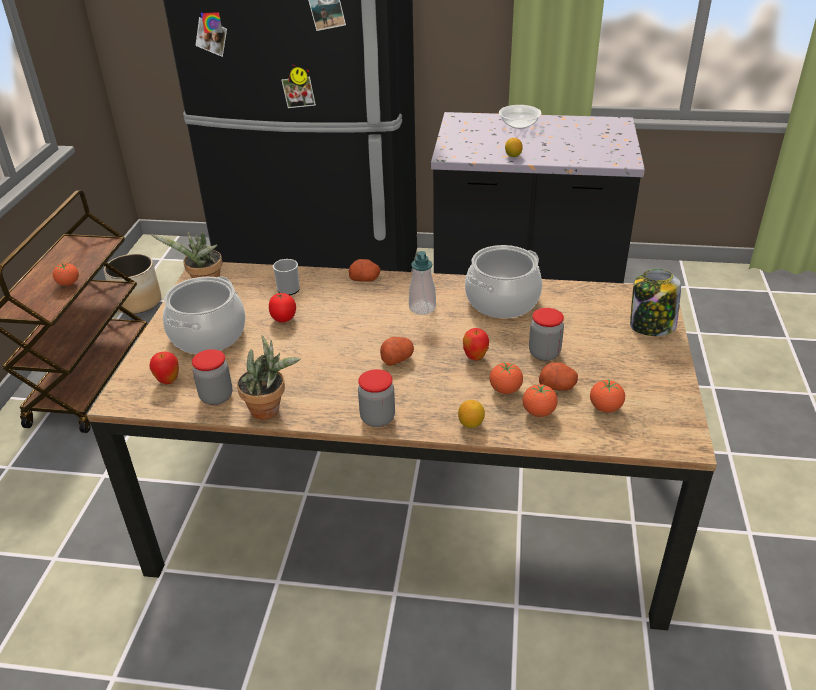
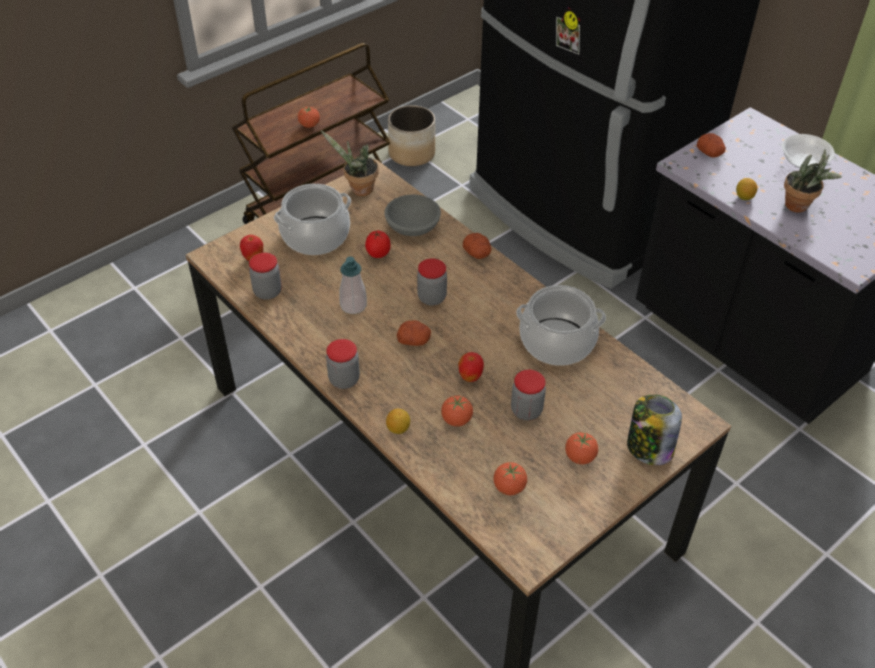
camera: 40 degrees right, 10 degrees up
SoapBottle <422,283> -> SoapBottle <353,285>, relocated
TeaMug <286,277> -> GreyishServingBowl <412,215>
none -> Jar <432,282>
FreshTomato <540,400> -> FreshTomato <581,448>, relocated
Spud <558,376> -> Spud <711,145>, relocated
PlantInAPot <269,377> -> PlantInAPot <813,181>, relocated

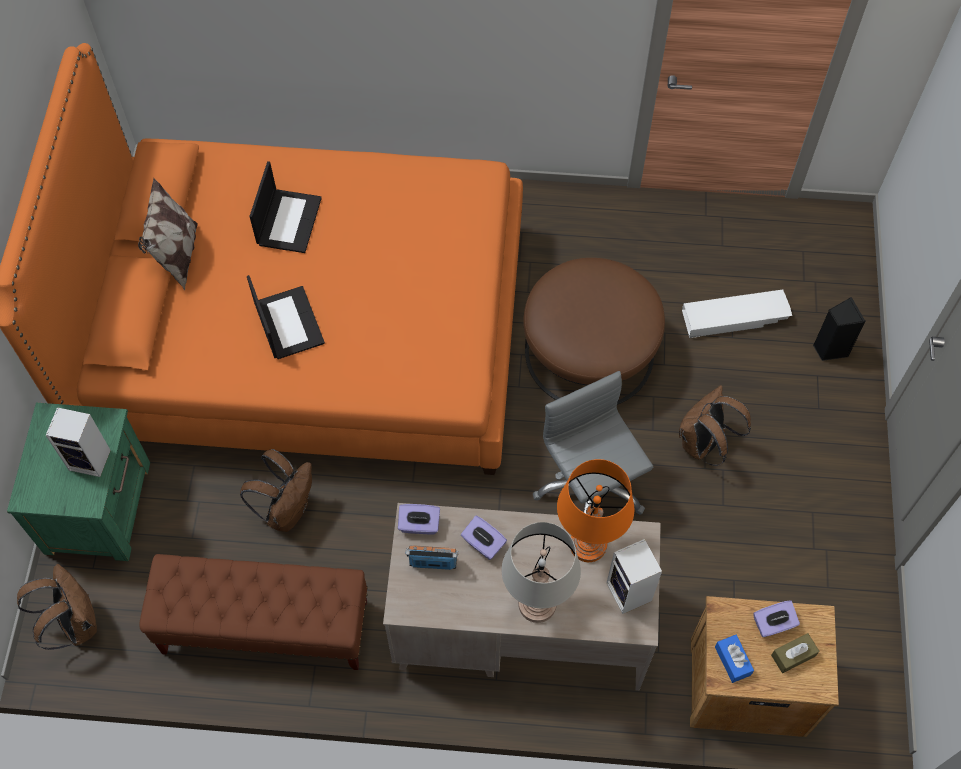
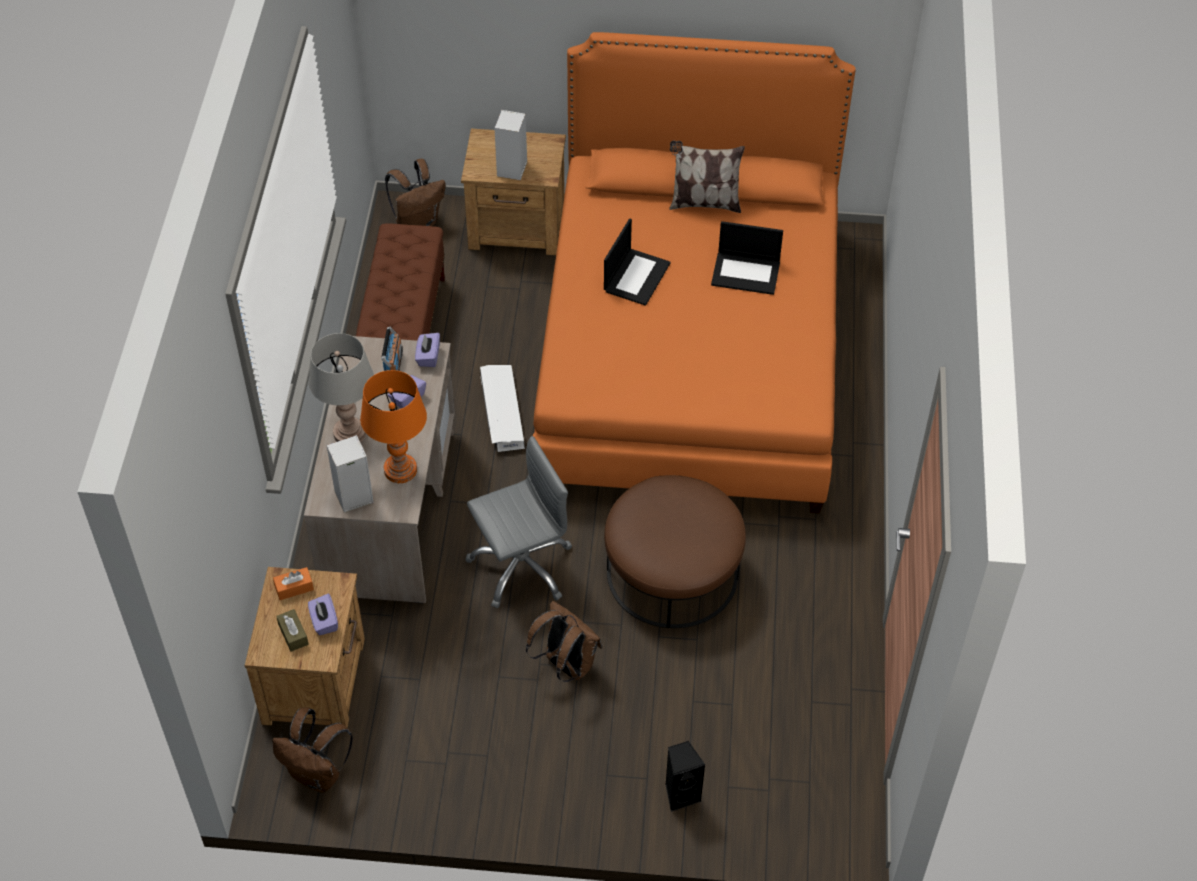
camera: 90 degrees right, 10 degrees down
BrownRucksack <276,490> -> BrownRucksack <312,750>, relocated
BlueColouredBoxOfTissues <734,659> -> OrangeColouredBoxOfTissues <293,583>
GreenBedsideTable <78,481> -> BrownBedsideTable <513,192>
WhiteColouredStorageBin <737,313> -> WhiteColouredStorageBin <502,408>, relocated
NotebookComputer <286,317> -> NotebookComputer <637,262>, 45 degrees counterclockwise

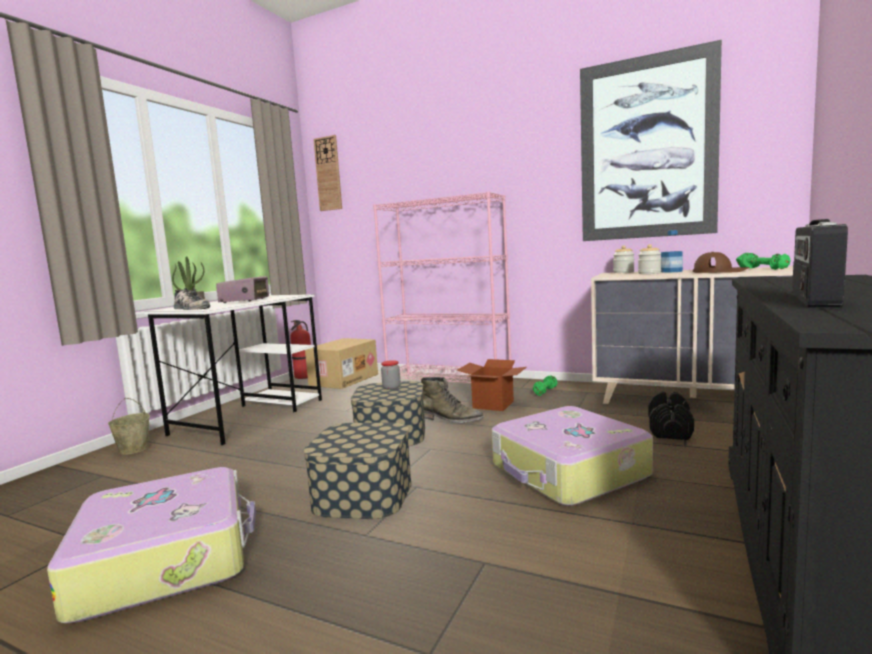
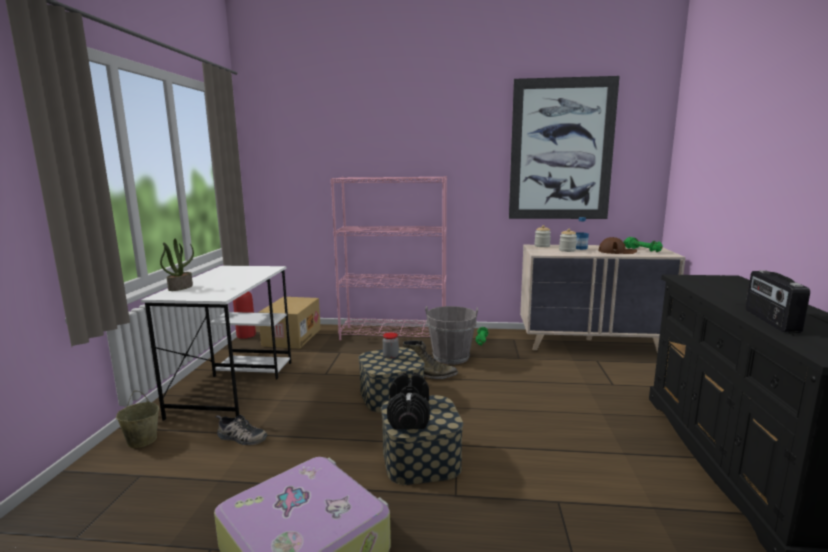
camera: 20 degrees left, 5 degrees up
Shoe <192,299> -> Shoe <241,430>, relocated
BlackishDumbbell <671,415> -> BlackishDumbbell <408,401>, relocated
Carton <492,385> -> GreyishWaterBucket <451,335>
RadioReceiver <242,289> -> none
WallClock <327,173> -> none
PieceOfLuggage <572,456> -> none

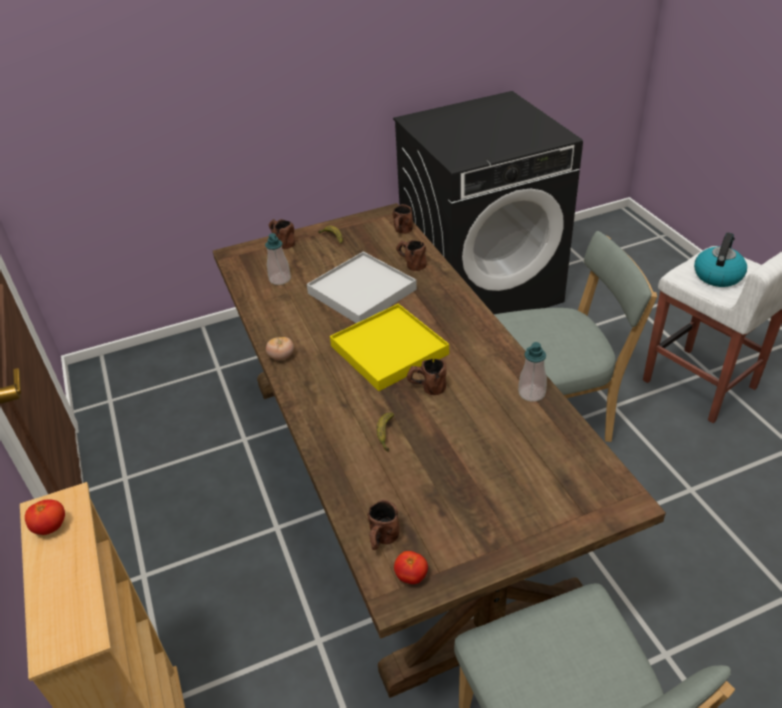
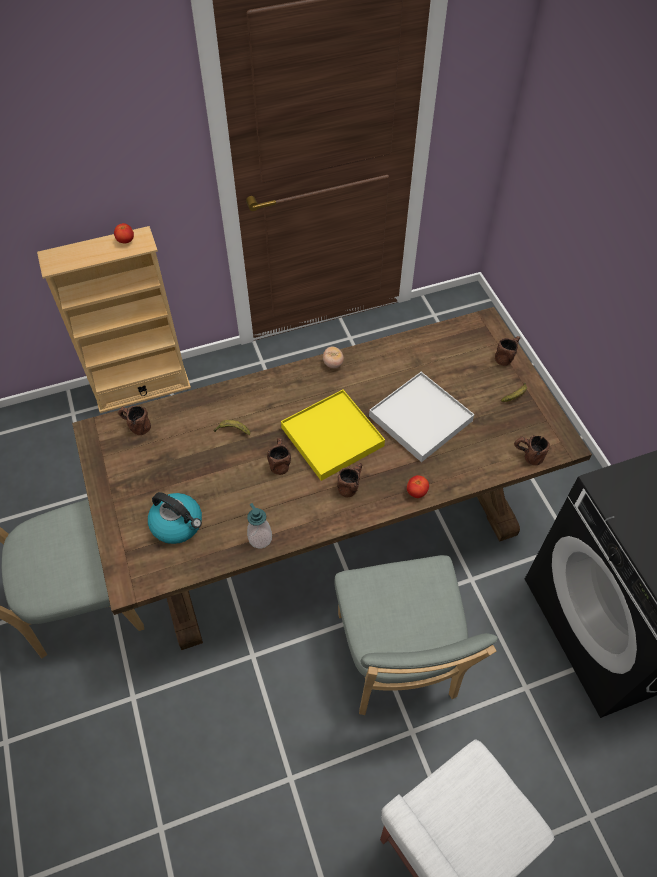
camera: 90 degrees right, 15 degrees up
TeaKettle <720,260> -> TeaKettle <175,518>, relocated
BrownTeaMug <411,255> -> BrownTeaMug <349,480>, relocated
FreshTomato <411,567> -> FreshTomato <418,486>, relocated
SoapBottle <278,259> -> none

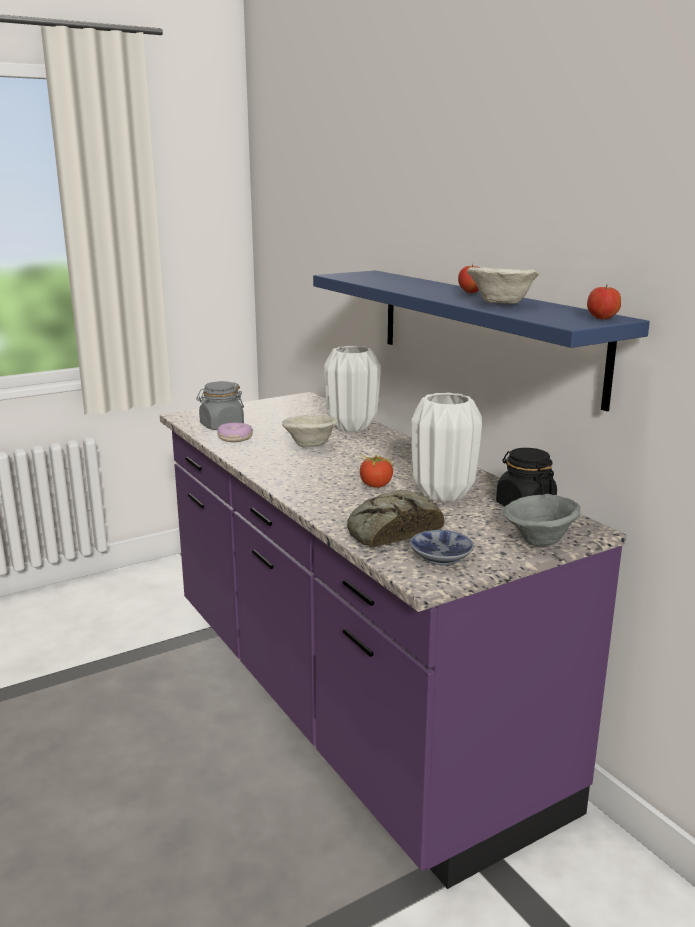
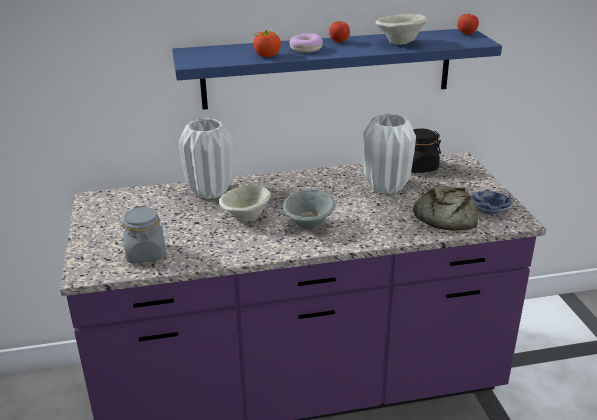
camera: 70 degrees left, 10 degrees up
FreshTomato <376,470> -> FreshTomato <267,43>, relocated
GreyishServingBowl <541,520> -> GreyishServingBowl <309,209>, relocated
Donut <235,432> -> Donut <306,43>, relocated

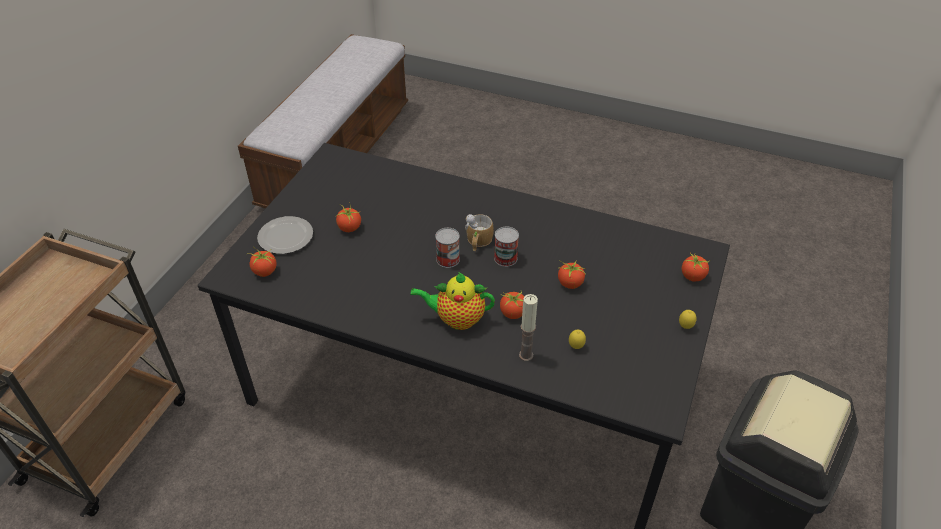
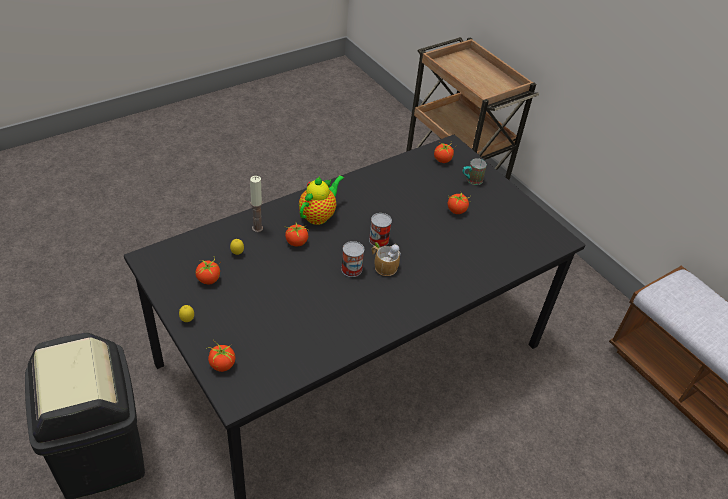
camera: 120 degrees right, 0 degrees up
FreshTomato <572,274> -> FreshTomato <207,270>, relocated
DinnerPlate <285,235> -> TeaMug <475,171>

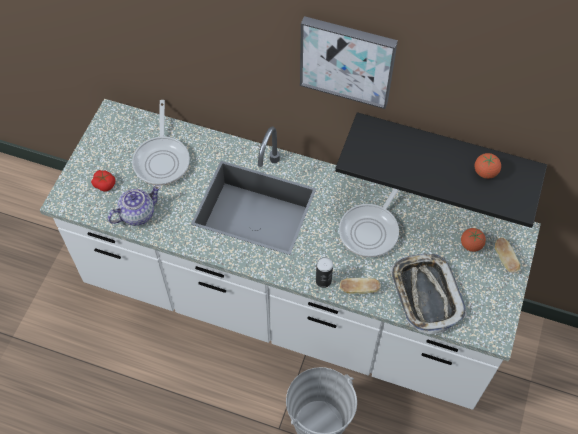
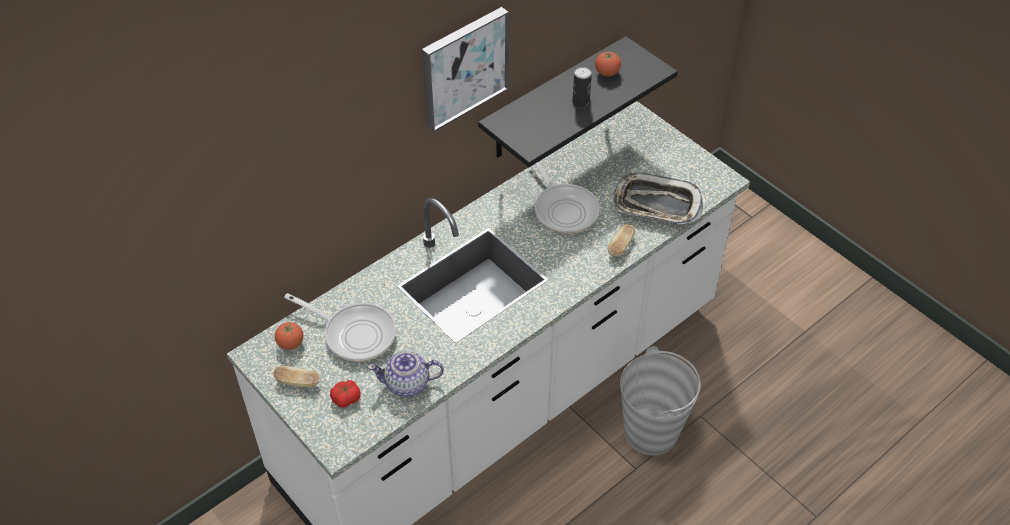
camera: 60 degrees left, 10 degrees down
BakeryBread <507,255> -> BakeryBread <296,376>, relocated
FreshTomato <473,240> -> FreshTomato <289,336>, relocated
PotForTea <134,205> -> PotForTea <406,374>, 90 degrees counterclockwise
SealedCan <324,272> -> SealedCan <582,87>, relocated

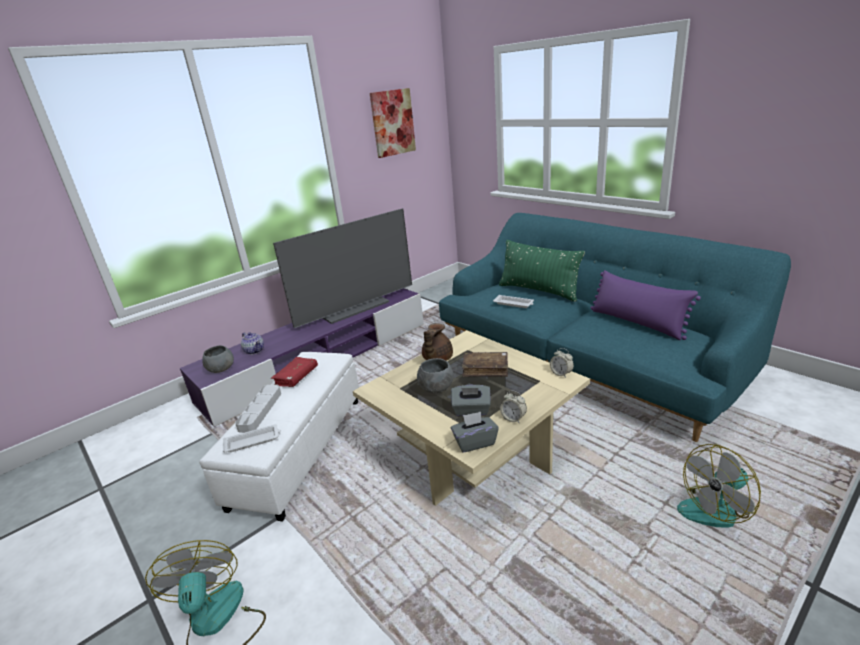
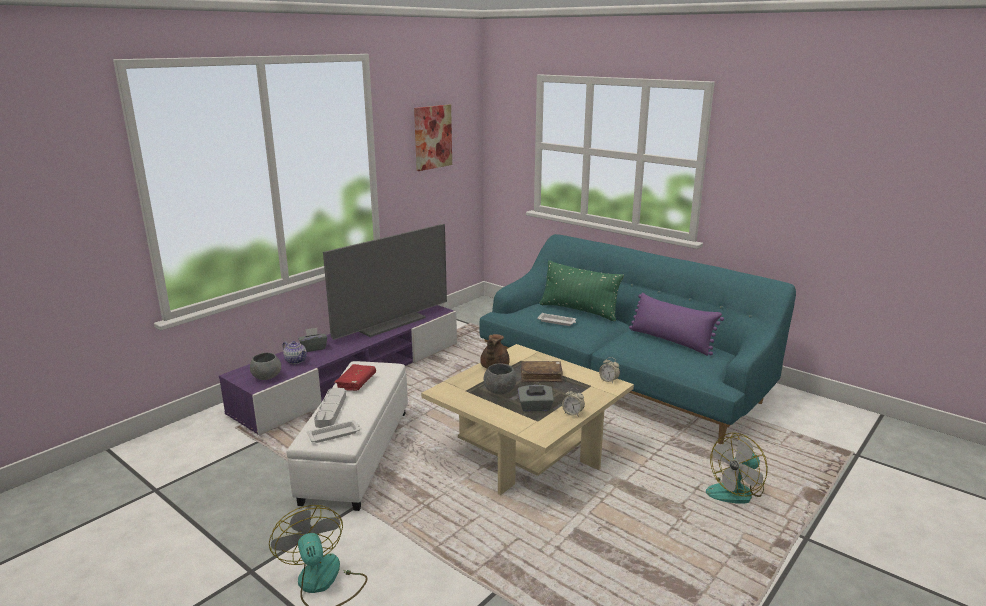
camera: 10 degrees left, 5 degrees down
GreyishBoxOfTissues <475,432> -> GreyishBoxOfTissues <312,340>, relocated

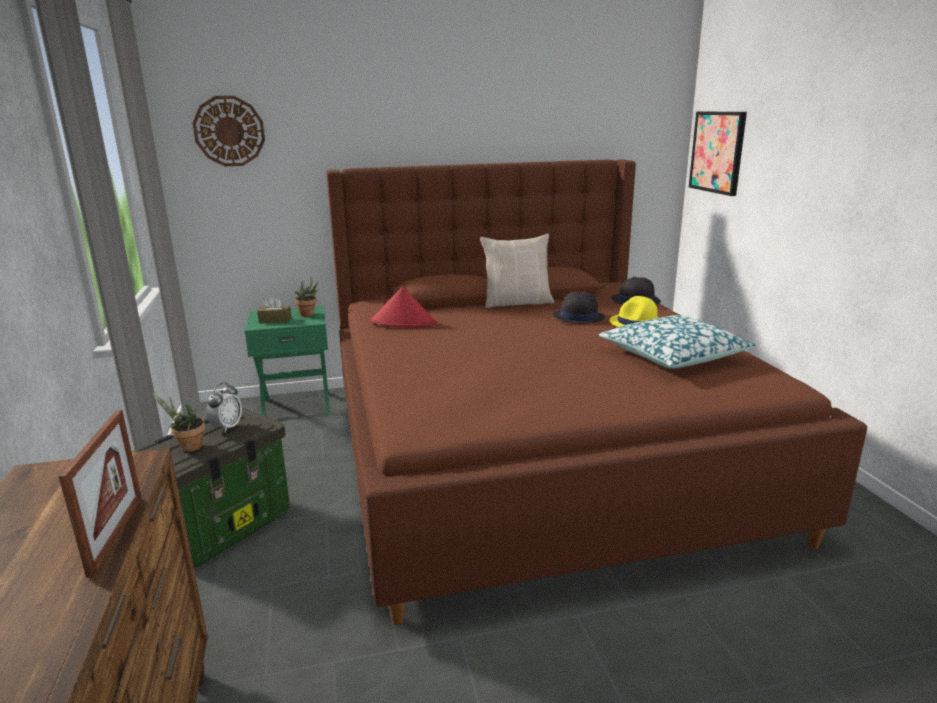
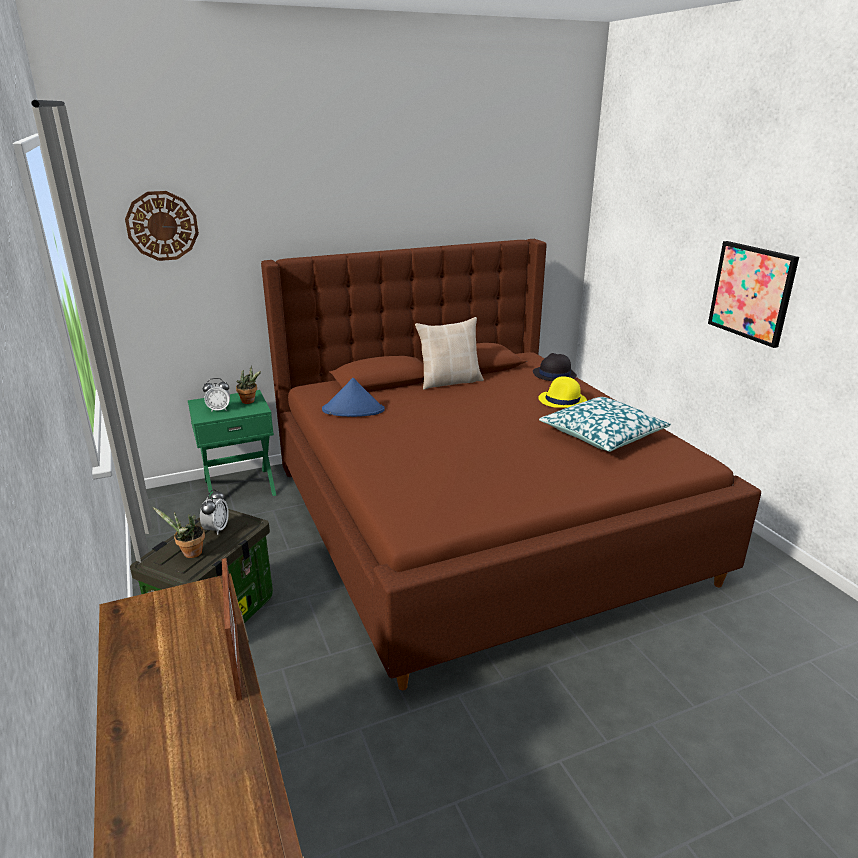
camera: 10 degrees left, 5 degrees up
BrownBoxOfTissues <274,310> -> AlarmClock <216,395>
RedWearableHat <403,306> -> BlueColouredWearableHat <353,397>
WallPicture <718,154> -> WallPicture <753,294>, relocated
BlackishWearableHat <578,308> -> none

